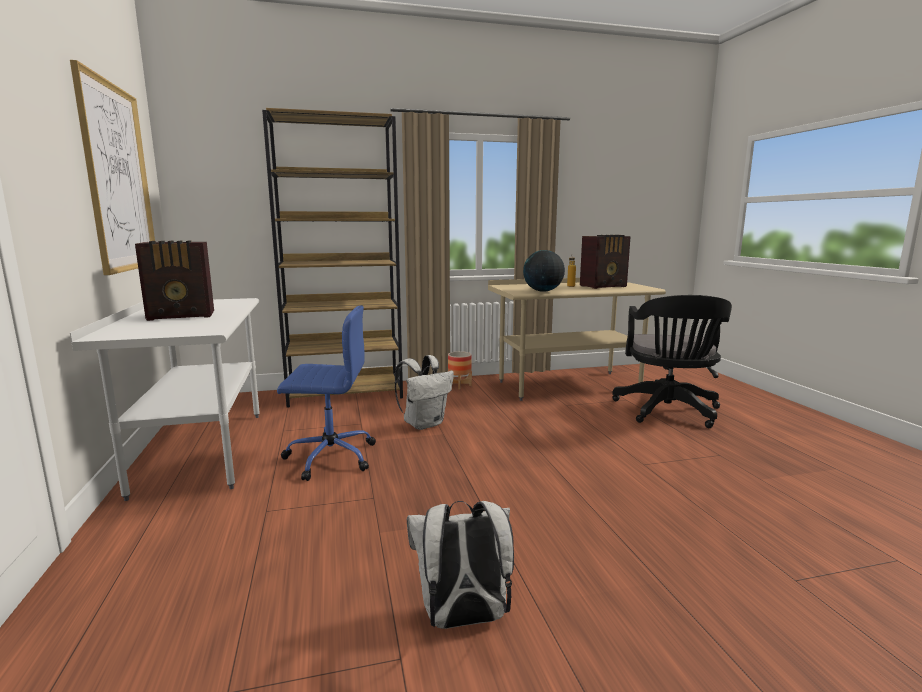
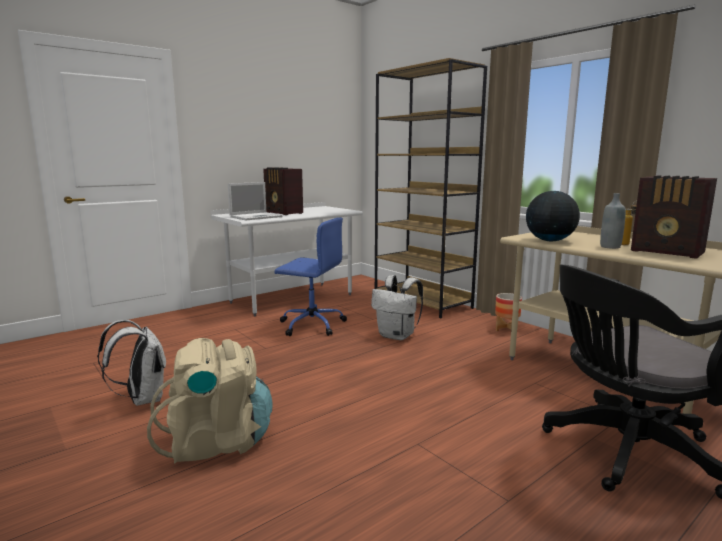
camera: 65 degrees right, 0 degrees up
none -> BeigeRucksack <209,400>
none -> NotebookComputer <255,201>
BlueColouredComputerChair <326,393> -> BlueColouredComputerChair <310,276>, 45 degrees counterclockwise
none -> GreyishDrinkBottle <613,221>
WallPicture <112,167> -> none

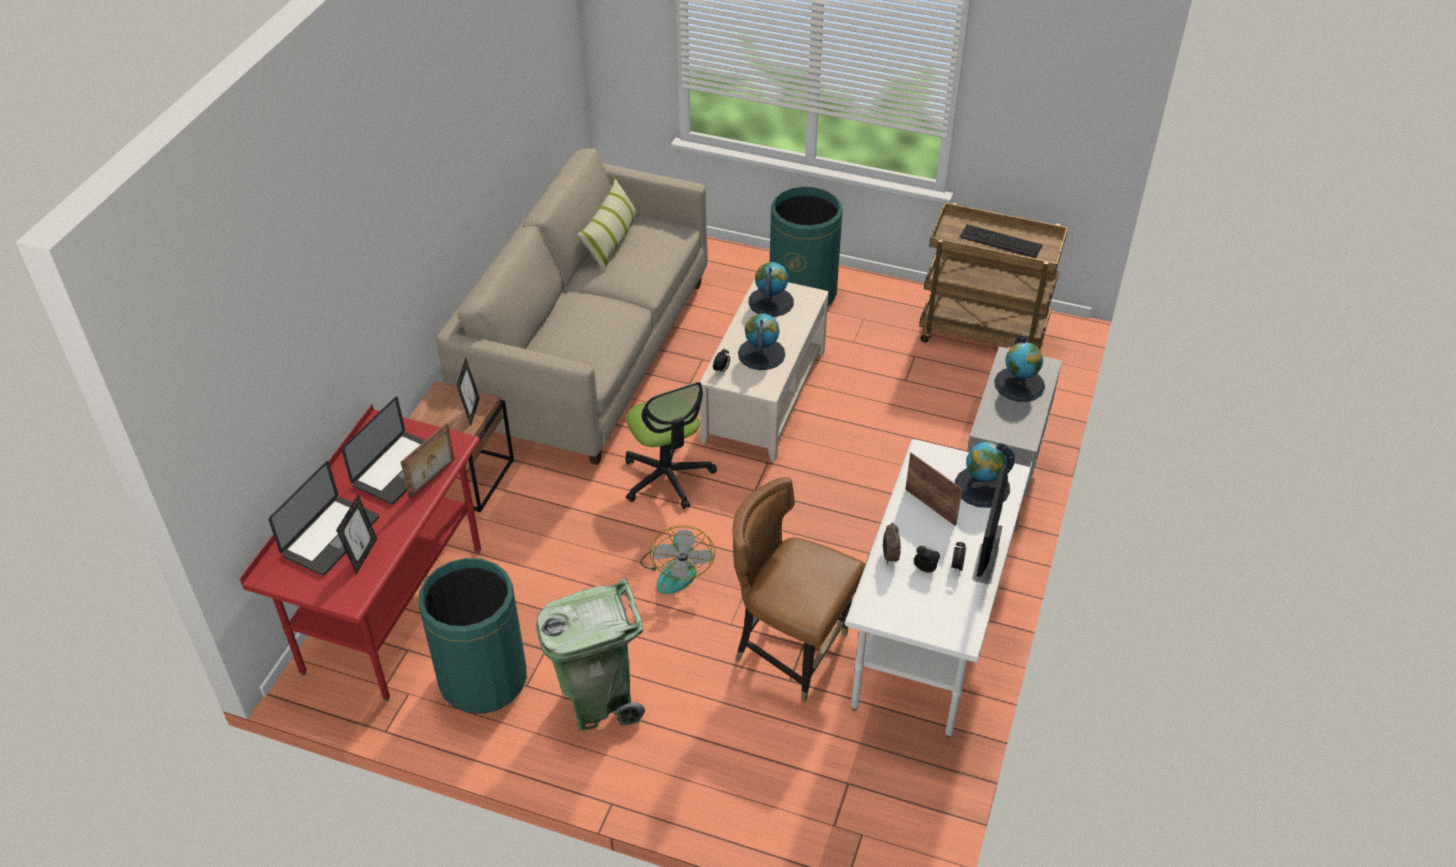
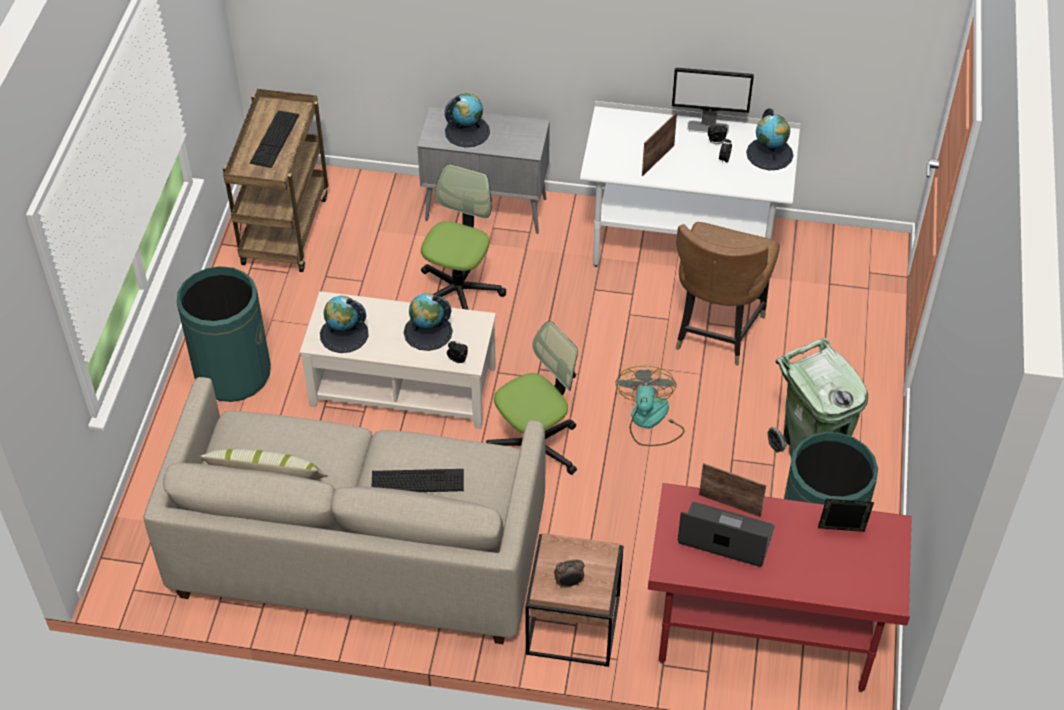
camera: 100 degrees left, 5 degrees up
none -> PcKeyboard <418,480>
none -> ComputerChair <463,237>
AlarmClock <892,543> -> AlarmClock <569,573>, relocated
Fan <677,559> -> Fan <650,406>, 75 degrees counterclockwise
Globe <985,475> -> Globe <769,139>, relocated
NotebookComputer <324,518> -> none
PhotoFrame <468,392> -> none

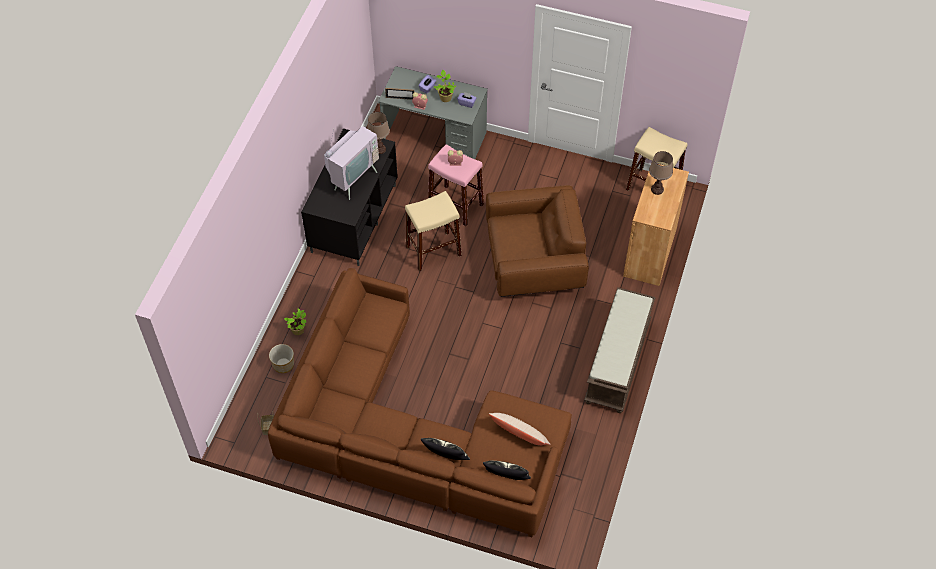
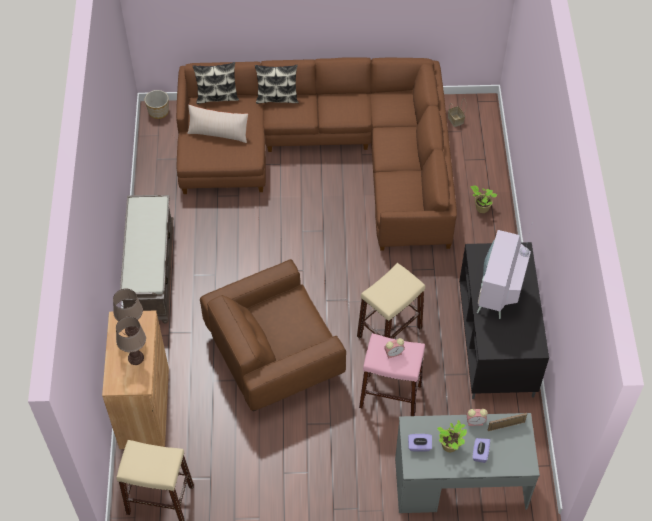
camera: 160 degrees right, 0 degrees up
BrownTabletopLamp <378,133> -> BrownTabletopLamp <128,312>, relocated
Planter <281,358> -> Planter <156,104>, relocated

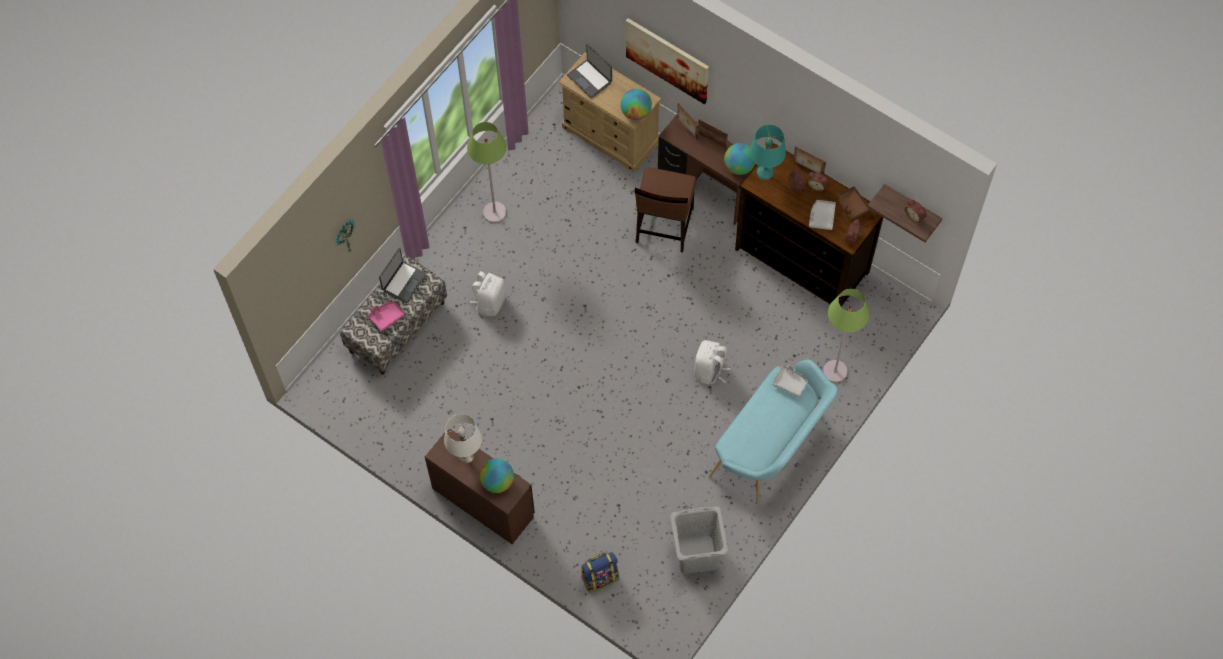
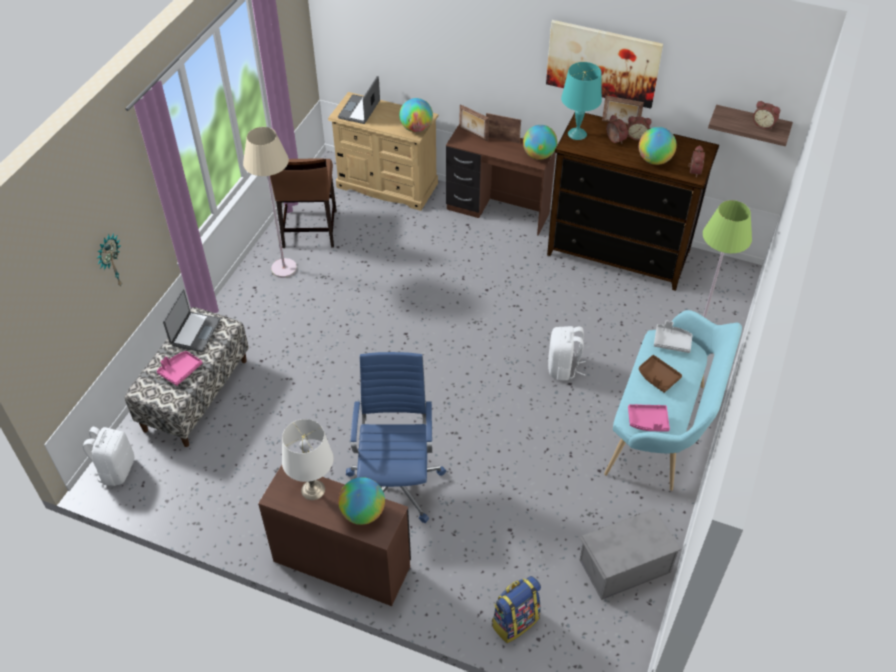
camera: 15 degrees left, 15 degrees down
WhiteColouredRucksack <488,293> -> WhiteColouredRucksack <109,456>, relocated
GreenFloorLamp <487,172> -> BeigeFloorLamp <270,202>
BrownChair <665,209> -> BrownChair <303,203>, relocated
NotebookComputer <589,71> -> NotebookComputer <359,100>, 75 degrees clockwise
none -> BlueColouredComputerChair <396,437>
WallPicture <667,61> -> WallPicture <604,64>, relocated
GreyishWashingBasket <699,540> -> GreyishStorageBin <630,554>
none -> PinkColouredServingTray <649,418>
GreyishServingTray <822,215> -> Globe <658,146>
BrownServingTray <854,203> -> BrownServingTray <660,374>, relocated

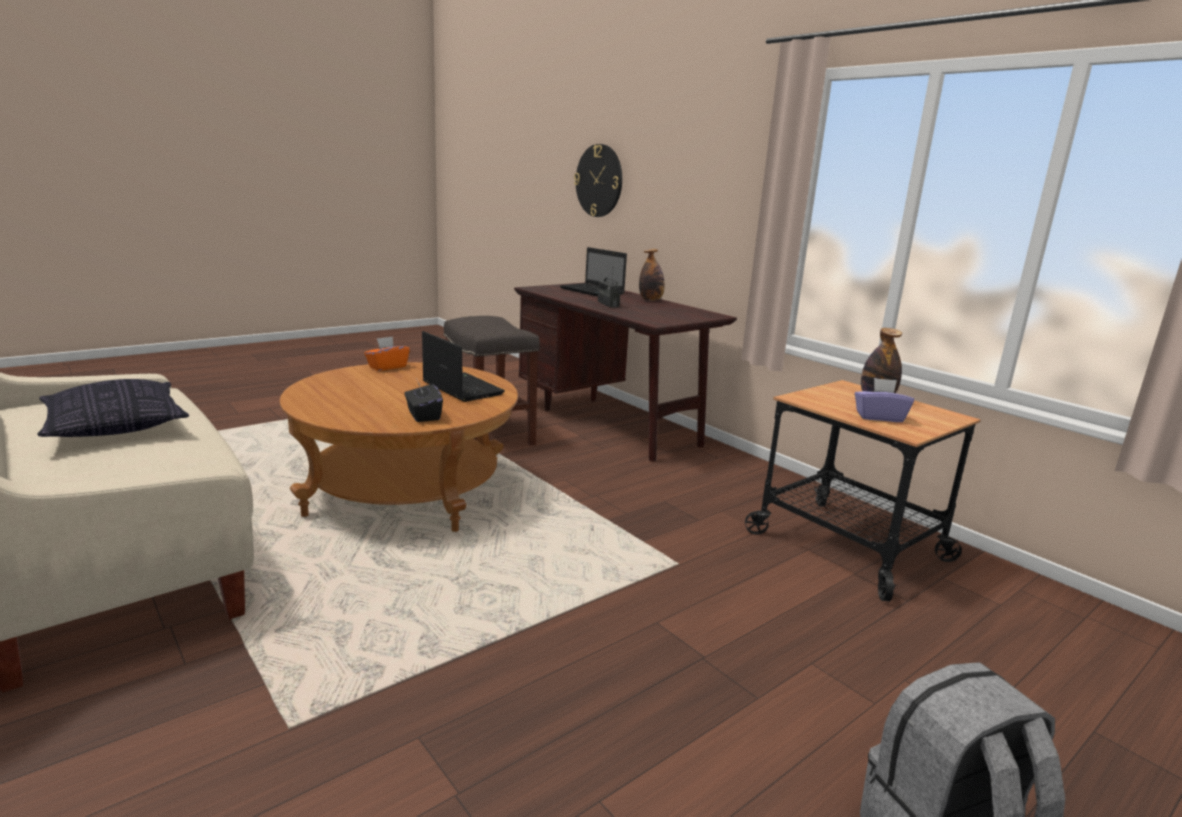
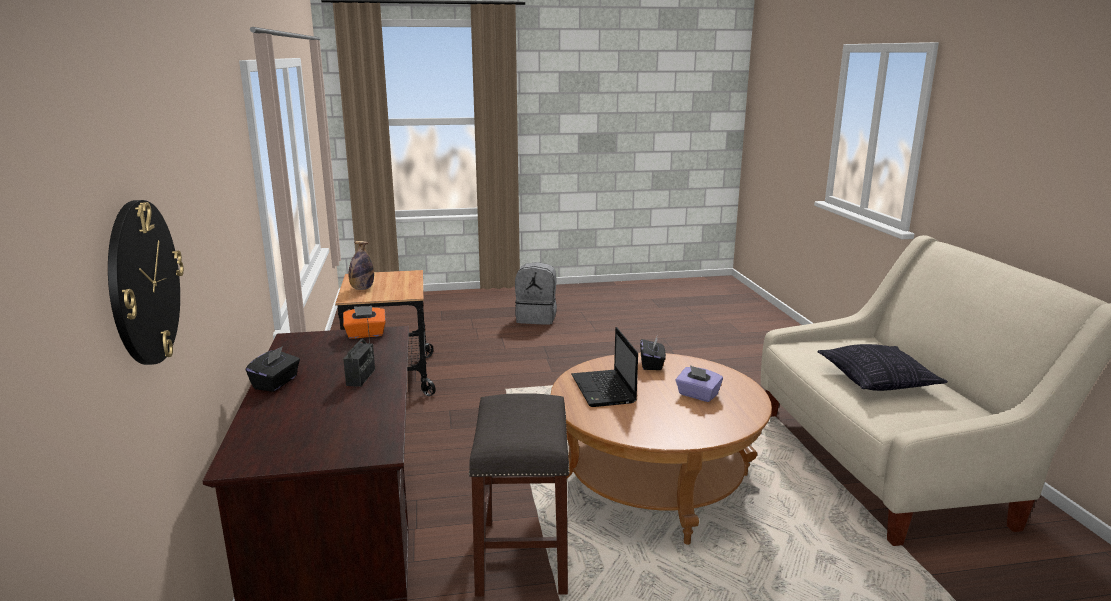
camera: 150 degrees left, 0 degrees up
DrinkBottle <652,275> -> BlackishBoxOfTissues <273,369>
OrangeColouredBoxOfTissues <387,353> -> OrangeColouredBoxOfTissues <364,322>, relocated
PurpleColouredBoxOfTissues <884,400> -> PurpleColouredBoxOfTissues <699,383>, relocated
NotebookComputer <593,271> -> none

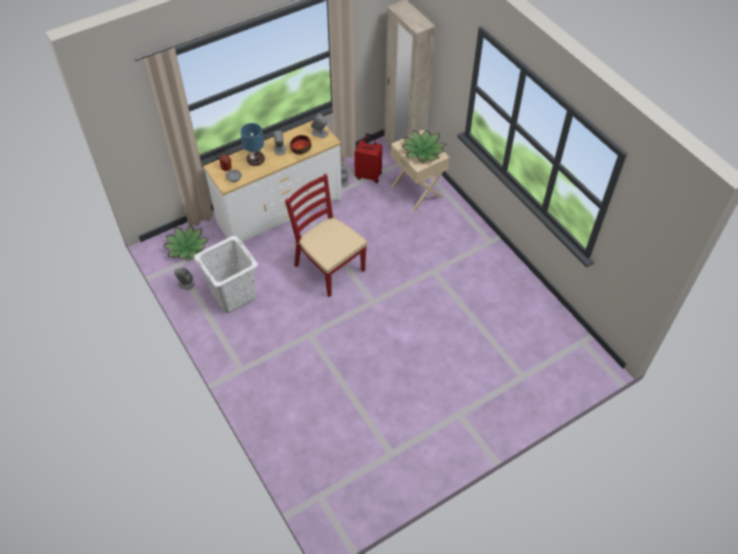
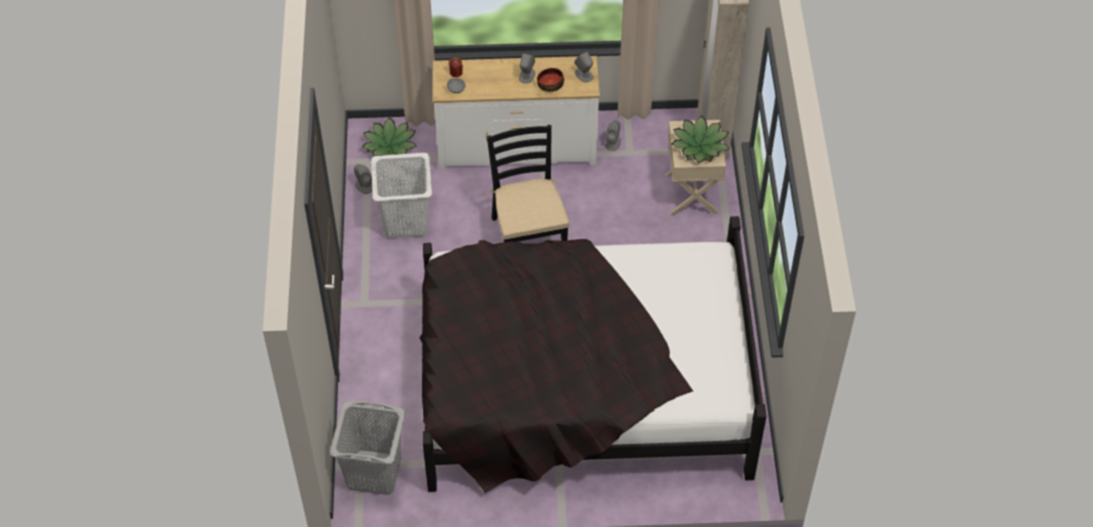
camera: 30 degrees right, 0 degrees up
none -> GreyishWashingBasket <367,448>
none -> BlackishBedroomBed <593,354>
RedChair <326,235> -> BlackishChair <527,183>
TabletopLamp <252,144> -> none
RedPieceOfLuggage <368,158> -> none

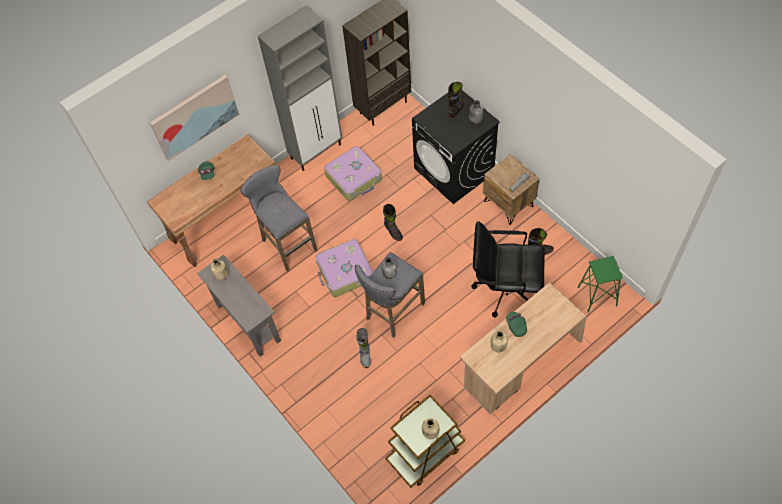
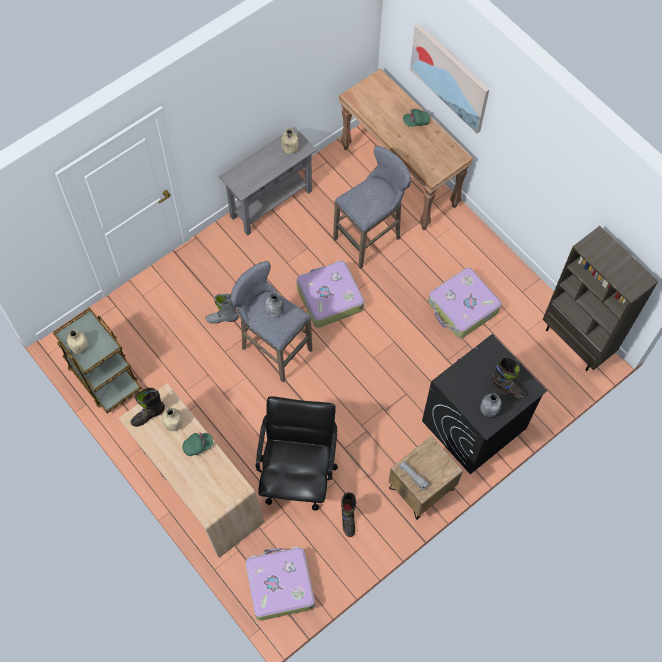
camera: 85 degrees right, 5 degrees up
BlackishHighTopBoot <393,222> -> BlackishHighTopBoot <147,407>, relocated
GreenStool <600,284> -> PieceOfLuggage <280,583>
GreyishCabinet <300,88> -> none

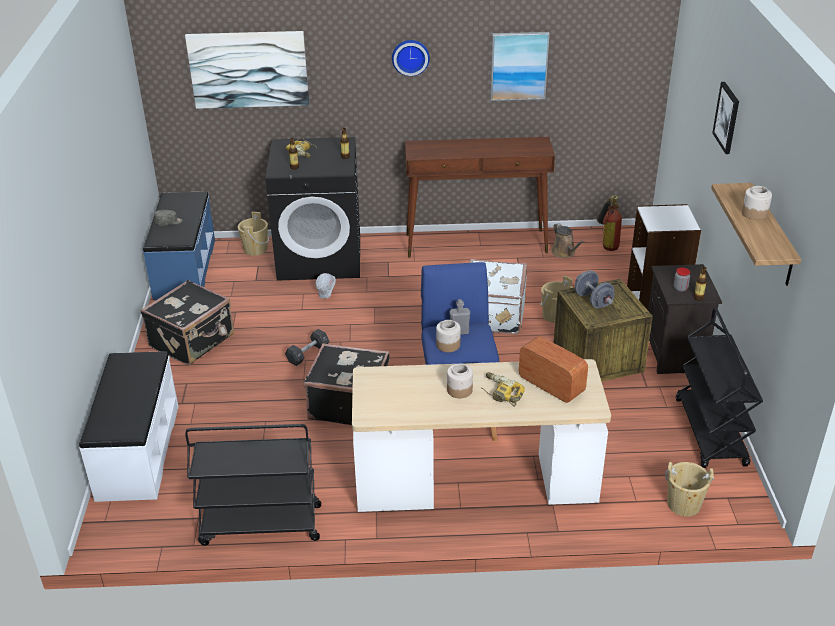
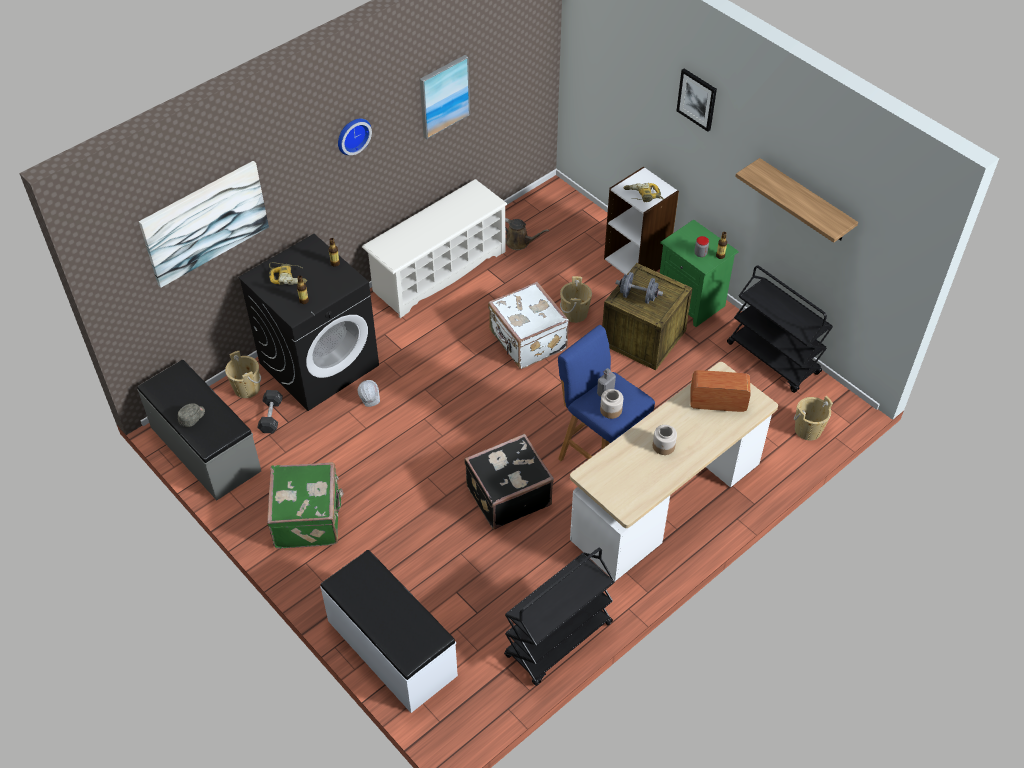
camera: 40 degrees left, 15 degrees up
BlueColouredLongSeat <179,245> -> GreyishLongSeat <199,430>
BlackishDumbbell <307,347> -> BlackishDumbbell <270,411>, relocated
BlackishPieceOfLuggage <187,322> -> GreenPieceOfLuggage <305,505>
BrownHallTable <480,197> -> WhiteColouredShoeRack <435,248>
PowerDrill <503,389> -> PowerDrill <644,192>, relocated
BlackishBedsideTable <685,319> -> GreenBedsideTable <699,273>
FireFightingCylinder <609,223> -> none
Jar <757,203> -> none

